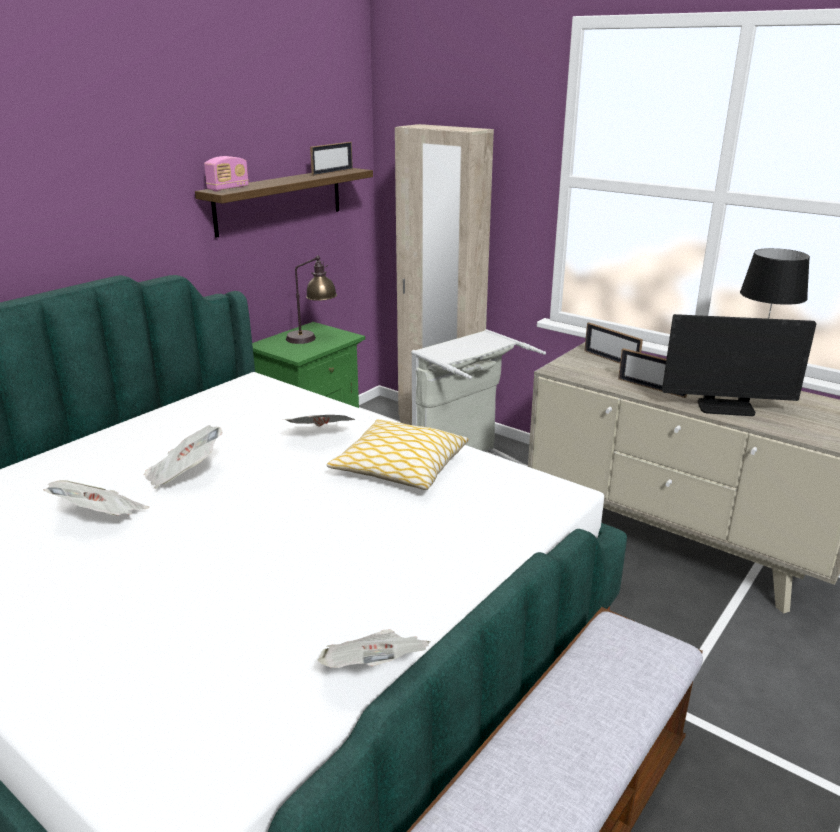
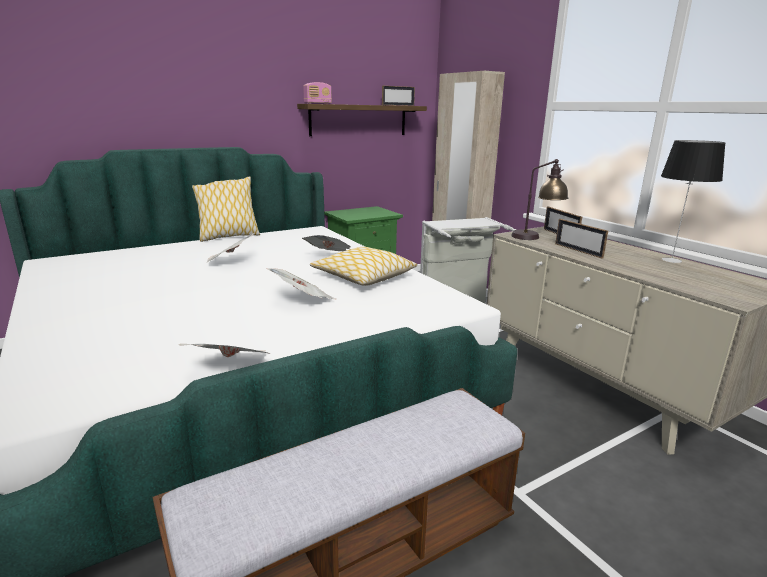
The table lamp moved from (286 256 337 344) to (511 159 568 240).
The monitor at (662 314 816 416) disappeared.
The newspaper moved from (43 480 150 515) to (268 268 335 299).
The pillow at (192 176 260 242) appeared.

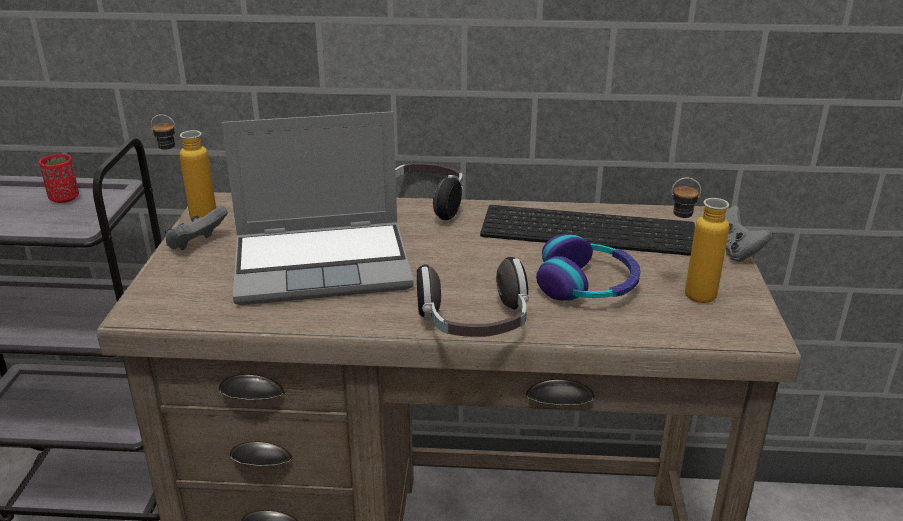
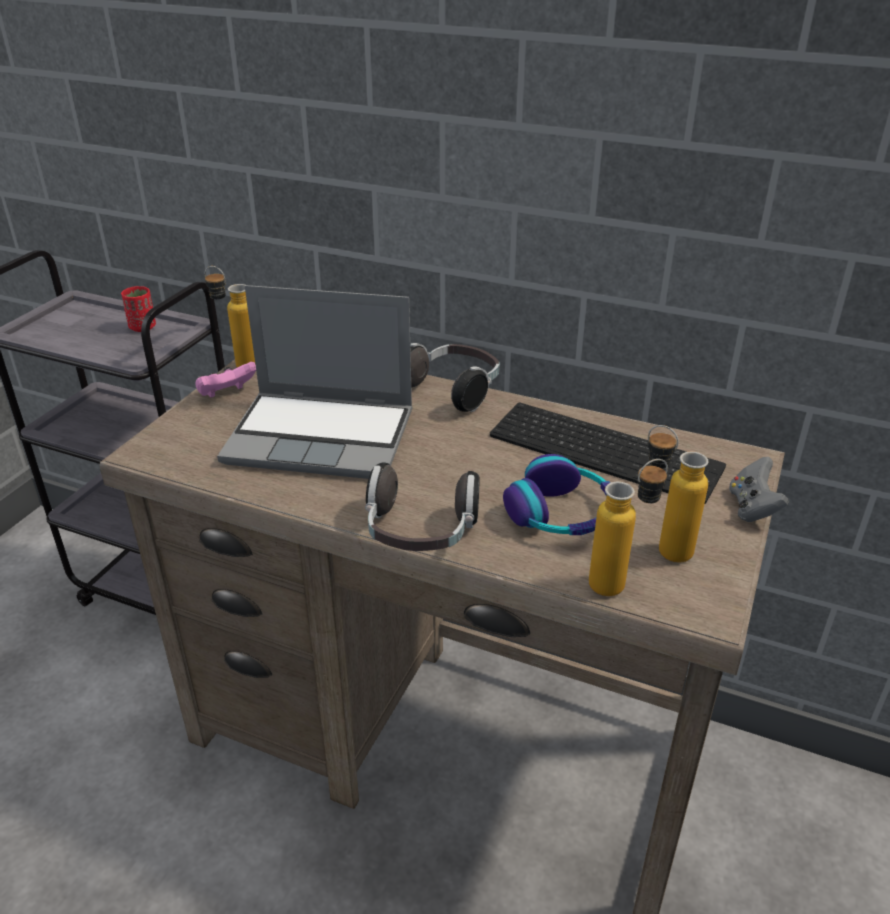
The grey game controller at (165 206 228 250) became the pink game controller at (195 362 256 398).
The bottle at (589 459 668 596) appeared.

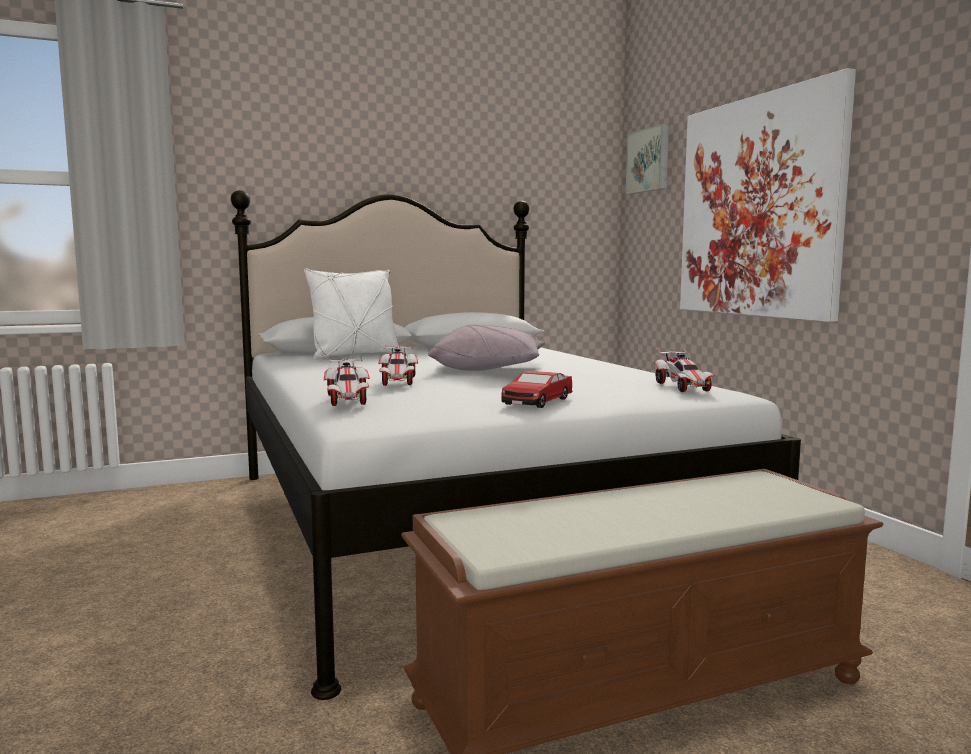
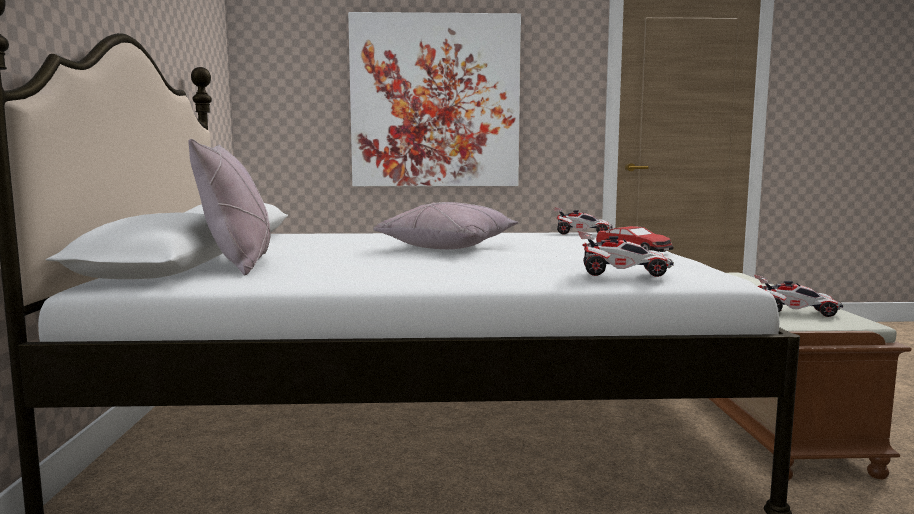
The picture at (626 124 669 194) disappeared.
The white pillow at (304 268 402 360) became the purple pillow at (188 139 271 275).
The toy car moved from (378 343 418 386) to (754 275 843 317).

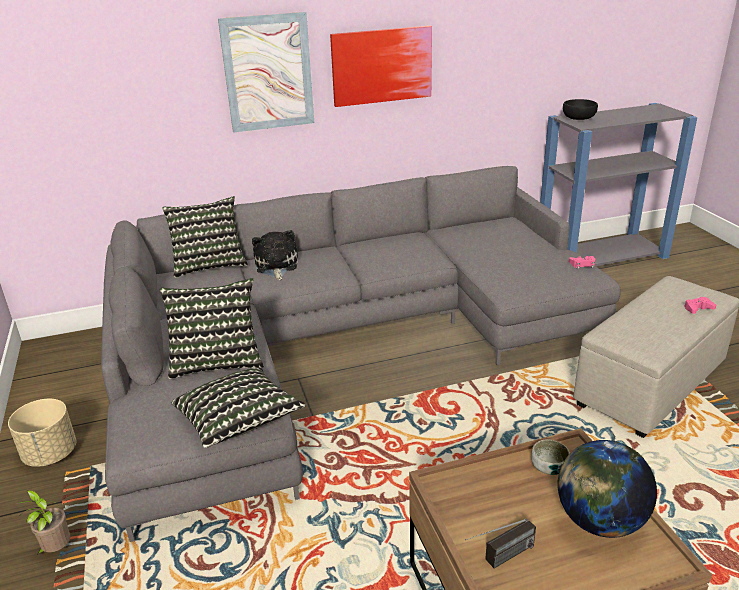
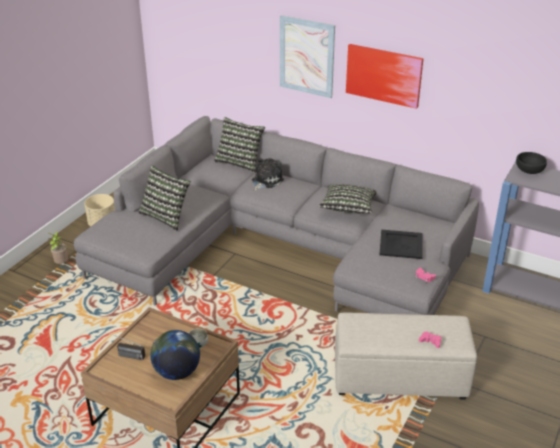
The pillow moved from (172 367 306 448) to (319 184 377 213).
The black tray at (379 230 423 259) appeared.

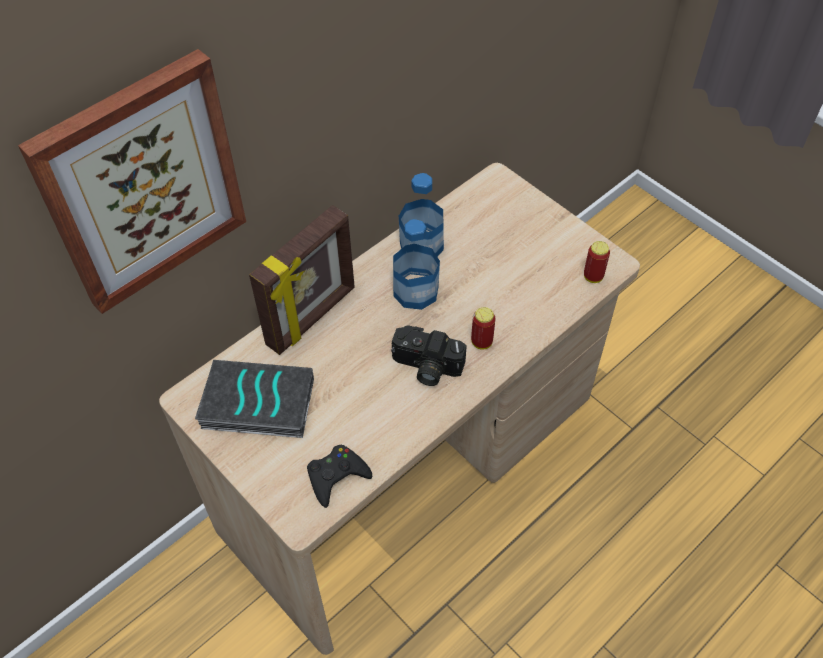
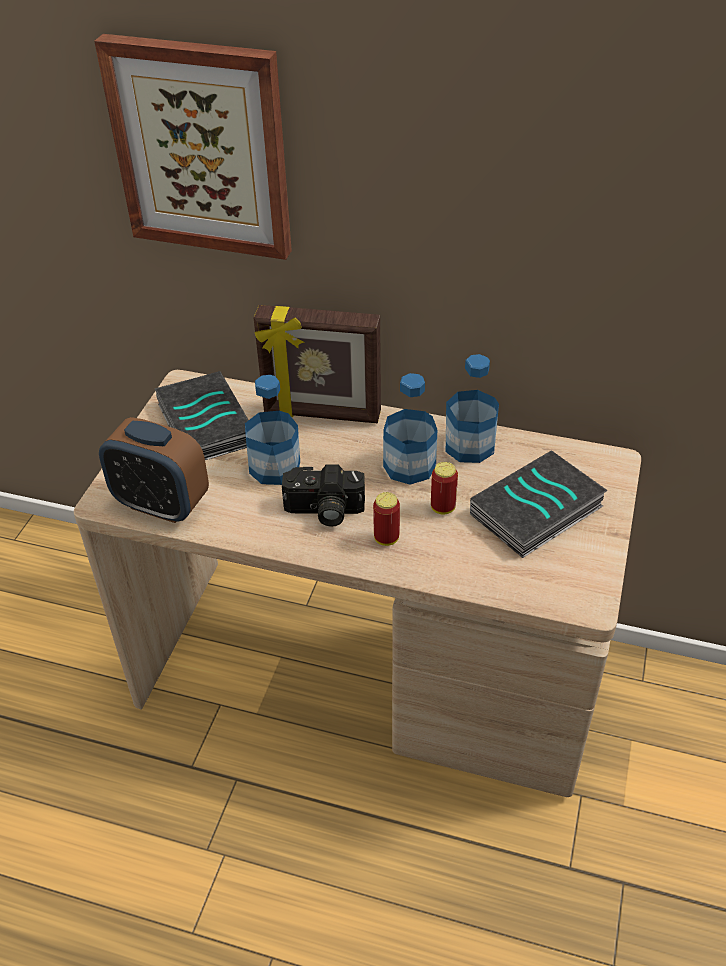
The can moved from (584 241 610 283) to (431 462 458 514).
The photo camera at (391 325 467 386) turned 75 degrees counterclockwise.
The black game controller at (307 445 372 508) was replaced by the alarm clock at (99 417 209 523).
The bottle at (245 375 300 485) appeared.
The book at (470 451 608 558) appeared.

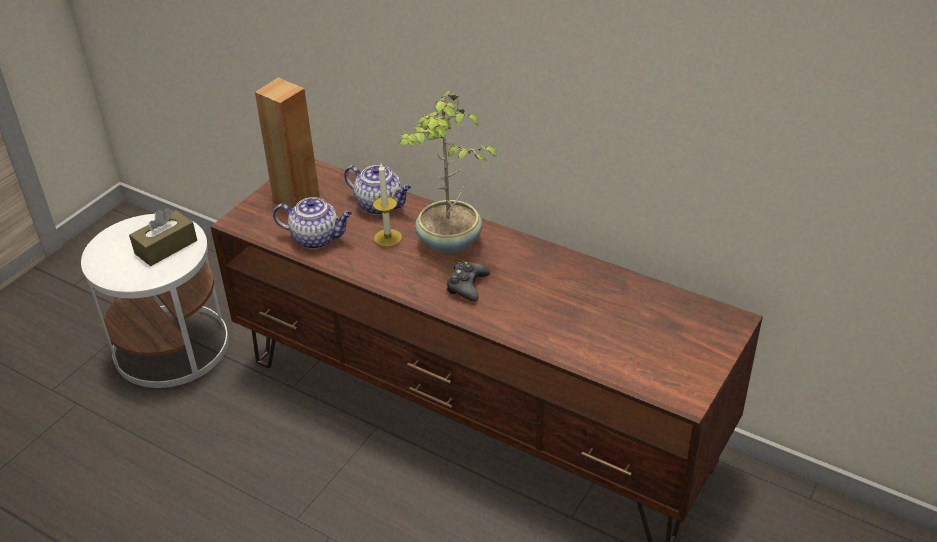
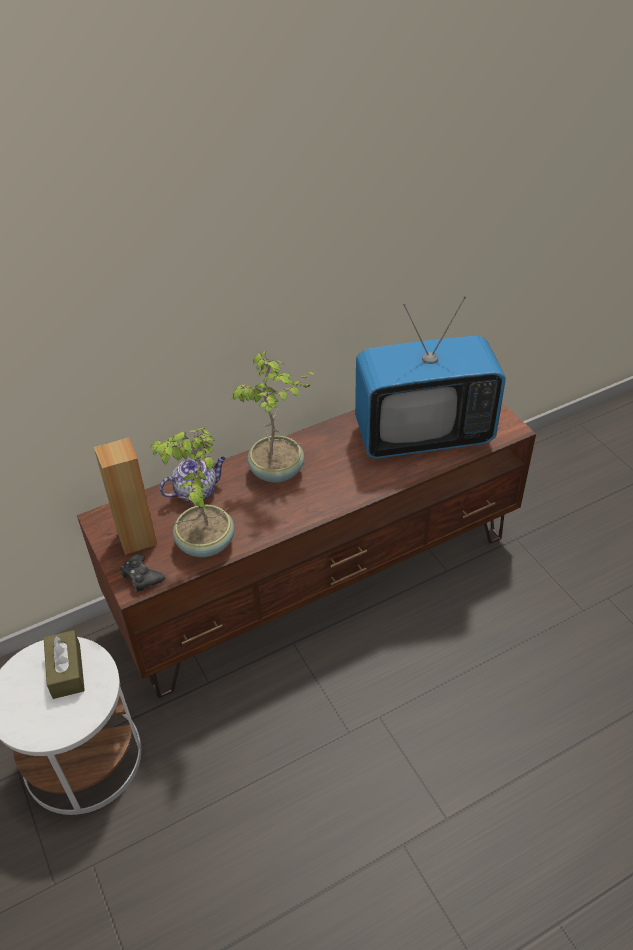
The candle at (373 164 402 247) disappeared.
The teapot at (273 197 352 249) was replaced by the potted plant at (150 428 234 557).
The black game controller moved from (446 261 490 301) to (120 553 165 592).
The television at (355 296 506 459) appeared.

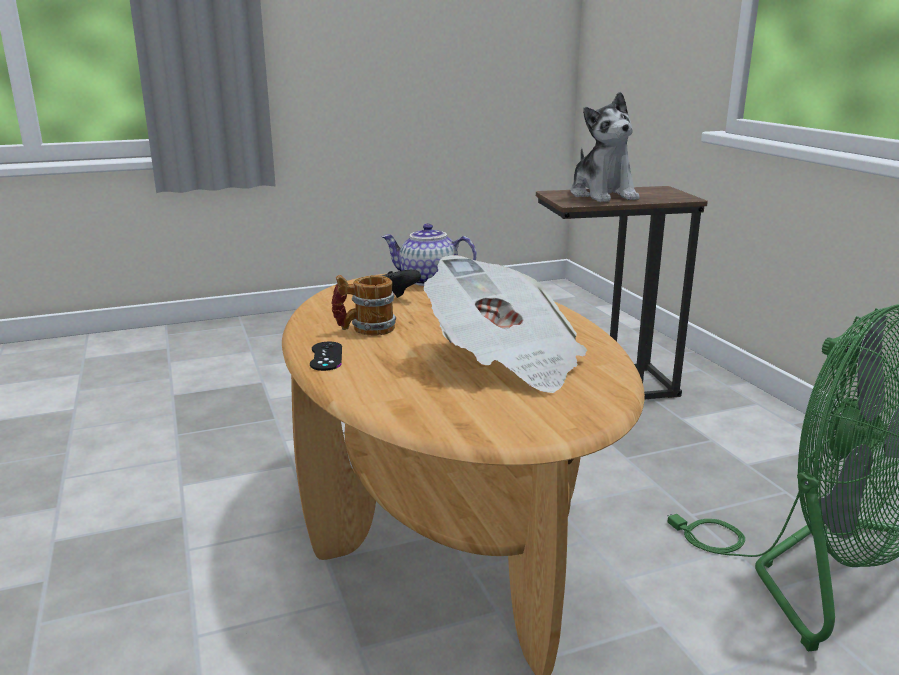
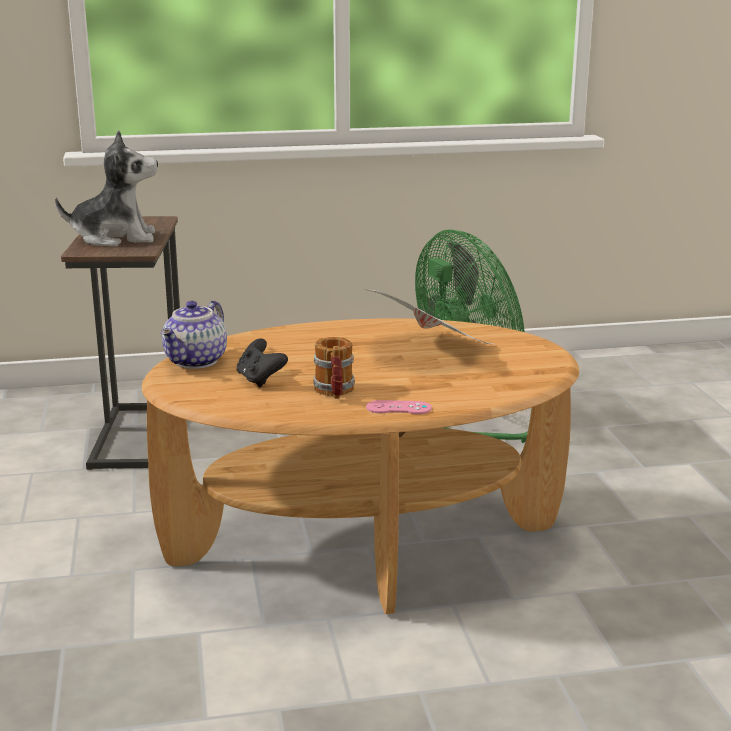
The black game controller at (310 342 342 371) became the pink game controller at (366 400 432 414).

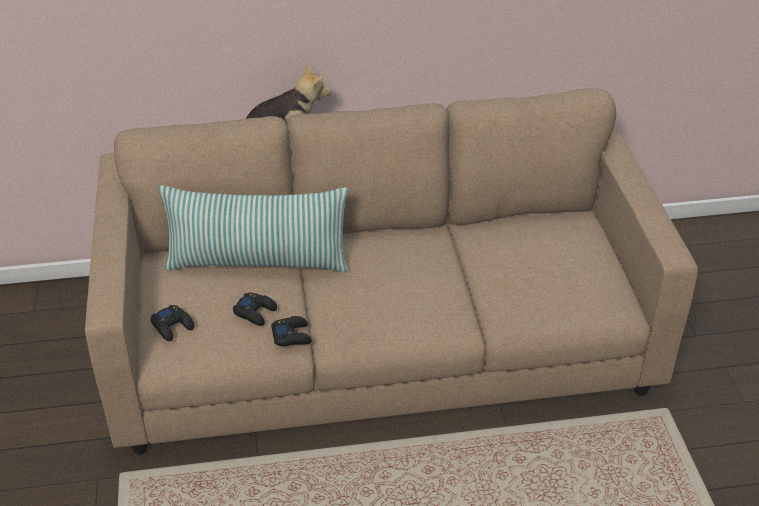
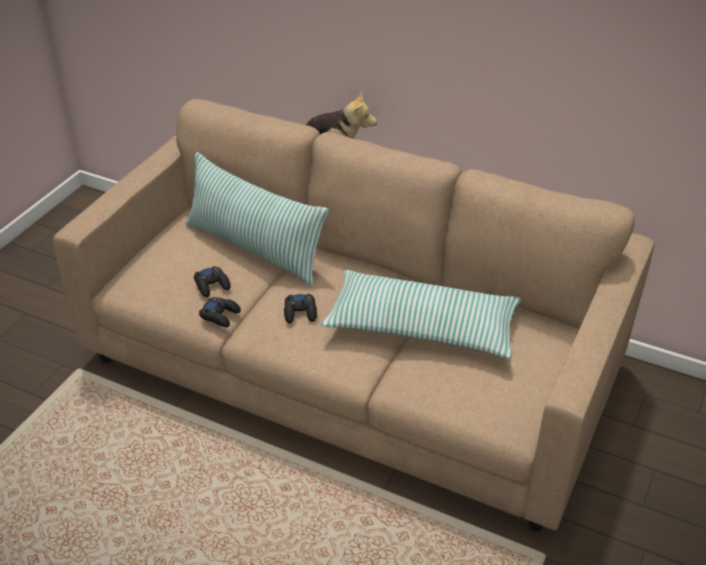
The black game controller moved from (150 305 194 341) to (284 294 317 323).
The pillow at (321 270 521 359) appeared.

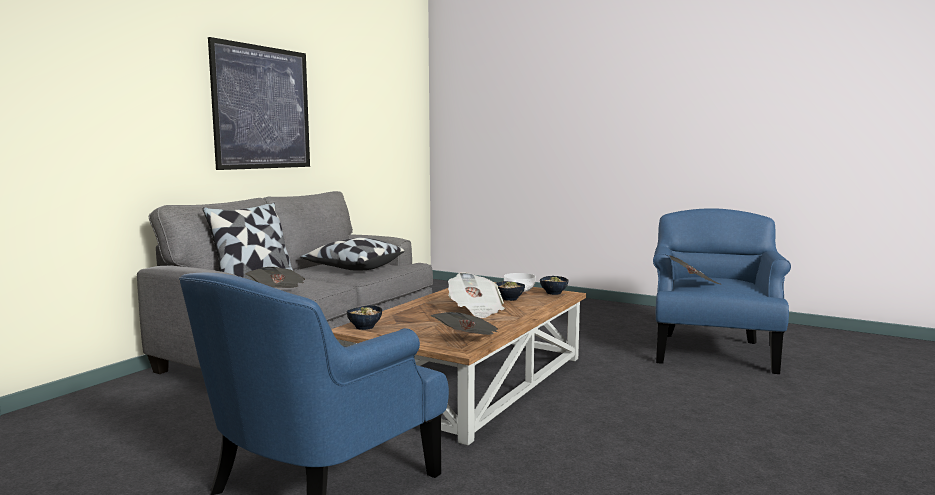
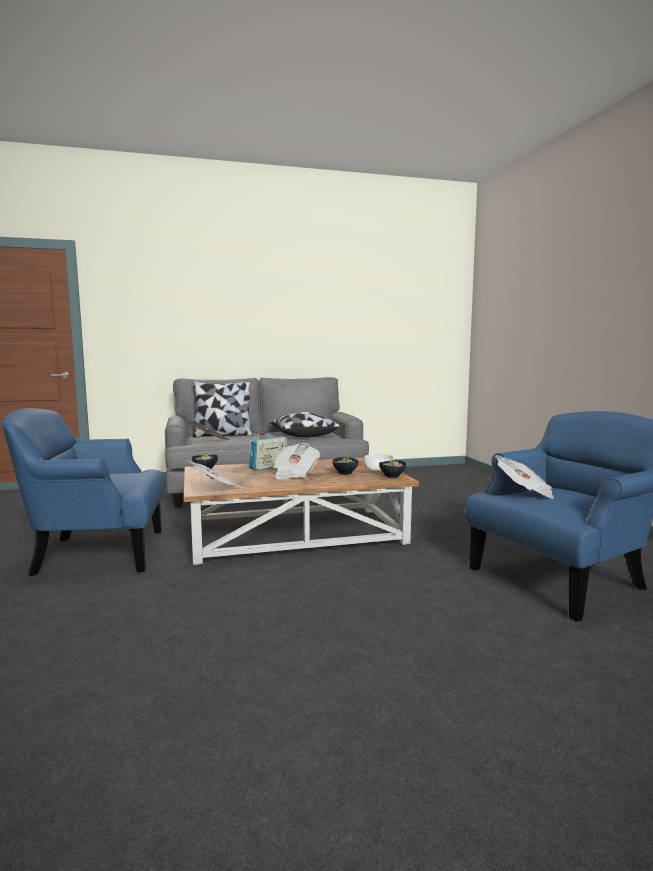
The picture at (208 37 310 170) disappeared.
The radio at (249 433 288 471) appeared.

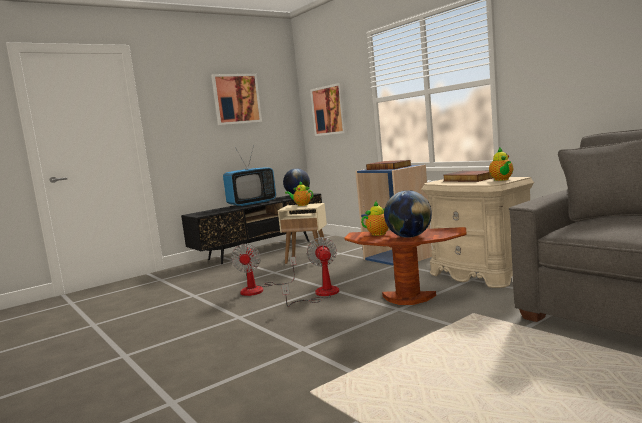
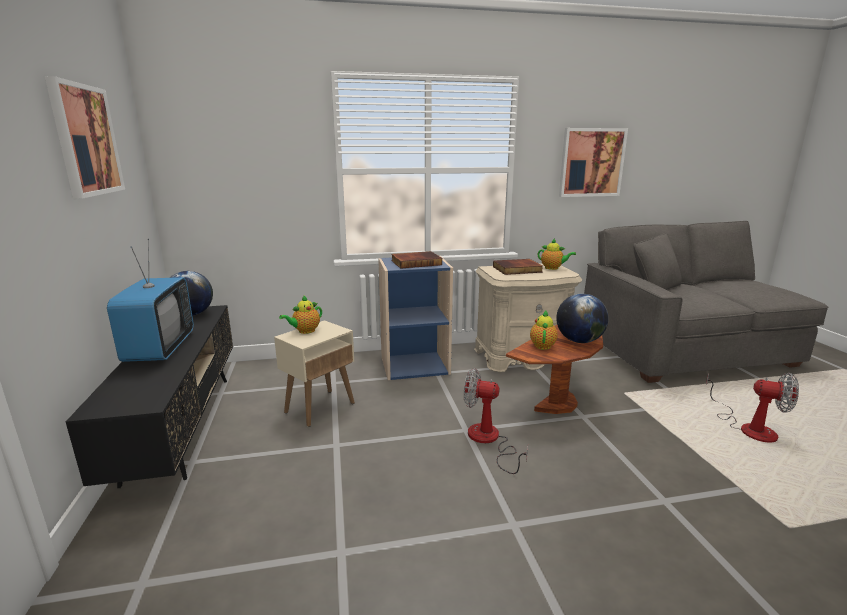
The picture moved from (310 83 347 136) to (559 128 628 197).
The fan moved from (231 244 296 296) to (706 373 799 442).

